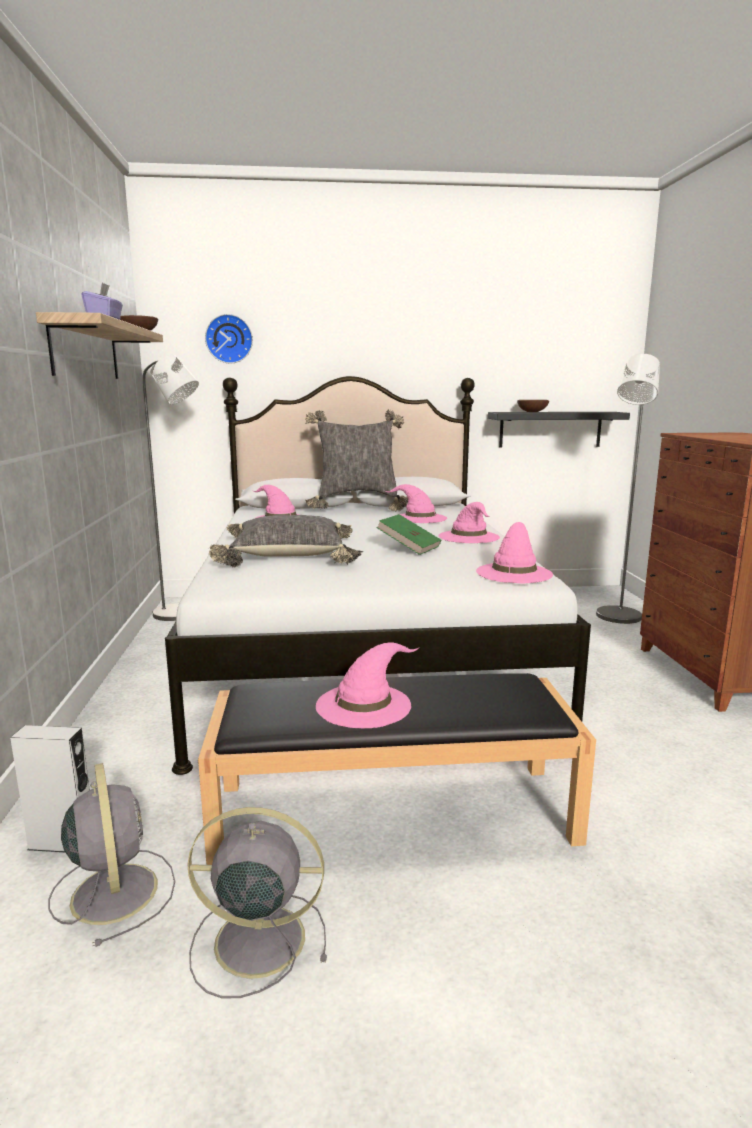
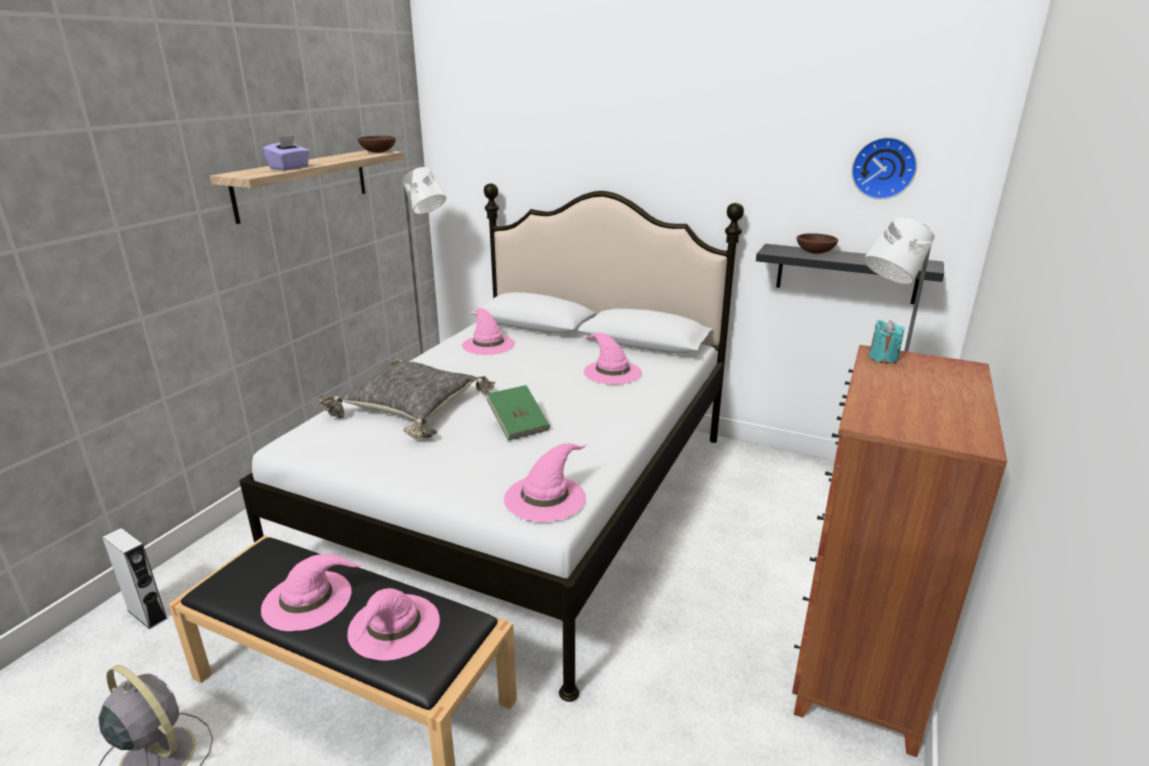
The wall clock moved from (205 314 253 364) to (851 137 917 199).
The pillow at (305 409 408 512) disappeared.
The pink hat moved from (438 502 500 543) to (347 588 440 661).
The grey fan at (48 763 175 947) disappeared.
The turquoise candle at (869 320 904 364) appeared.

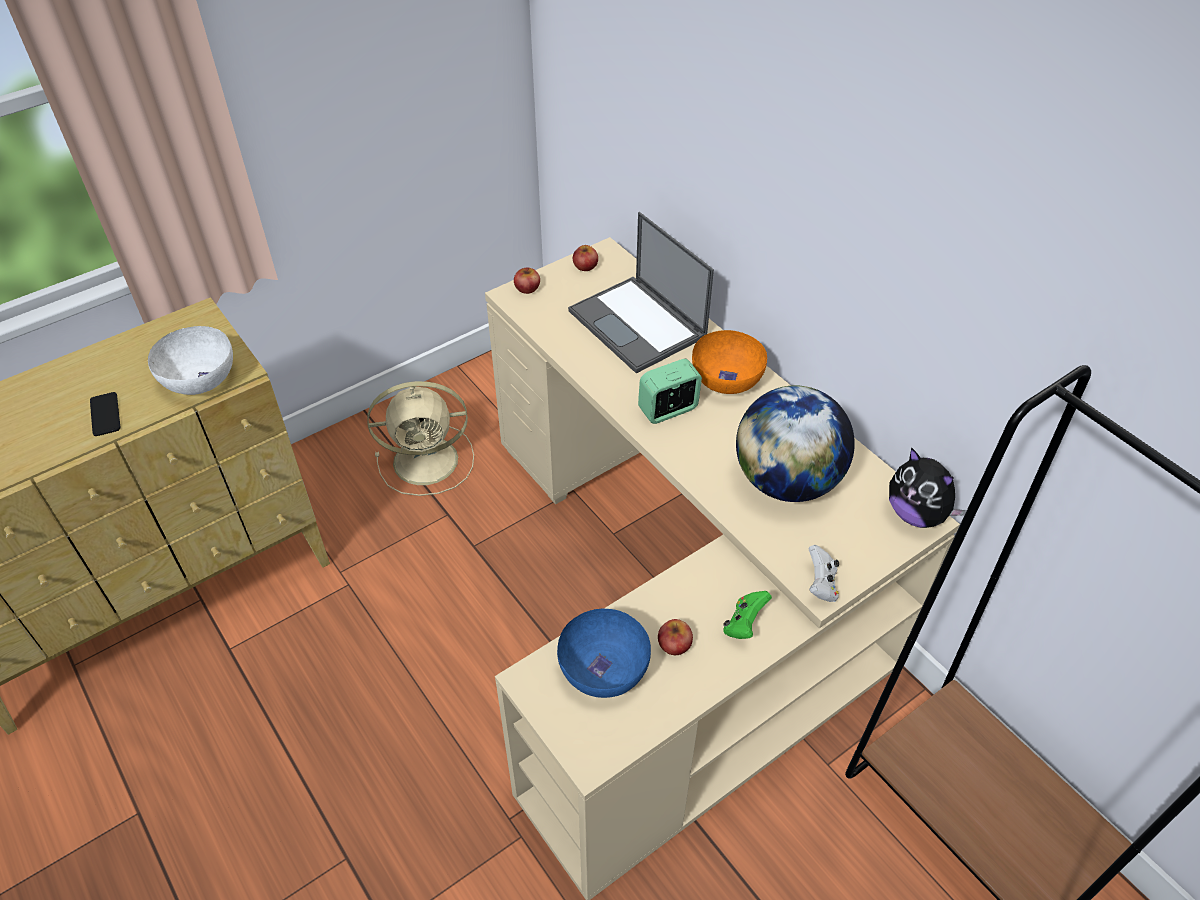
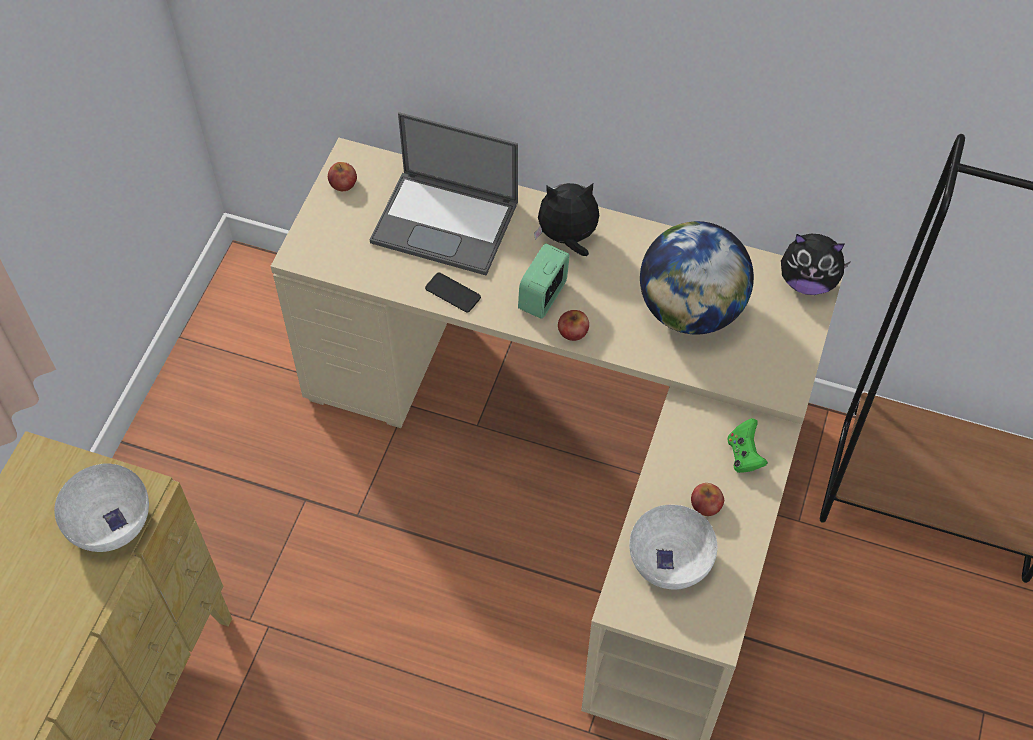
The apple moved from (514 268 540 294) to (558 310 589 341).
The orange bowl at (692 330 767 394) was replaced by the plush toy at (534 183 599 256).
The beige fan at (367 381 474 496) disappeared.
The phone moved from (90 392 120 436) to (425 272 481 313).
The white game controller at (808 545 839 602) disappeared.
The blue bowl at (557 608 651 698) became the white bowl at (629 505 717 589).

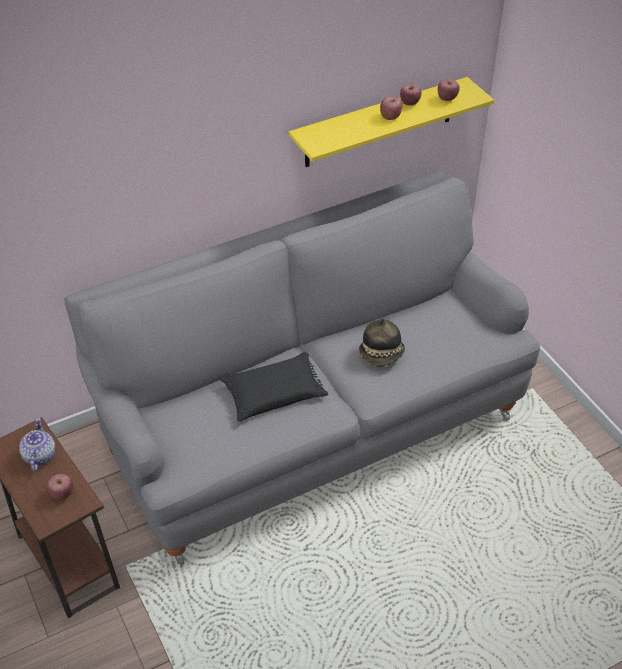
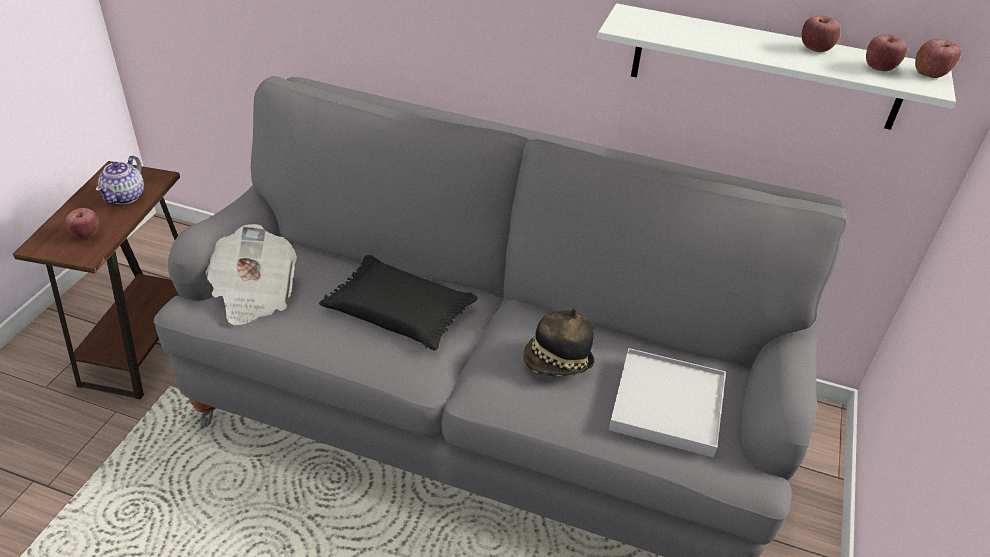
The yellow shelf at (289 77 494 167) became the white shelf at (597 3 956 130).
The apple moved from (380 96 402 120) to (915 39 961 78).
The teapot at (19 418 55 471) turned 150 degrees clockwise.
The newspaper at (206 224 297 326) appeared.
The white tray at (609 348 726 457) appeared.

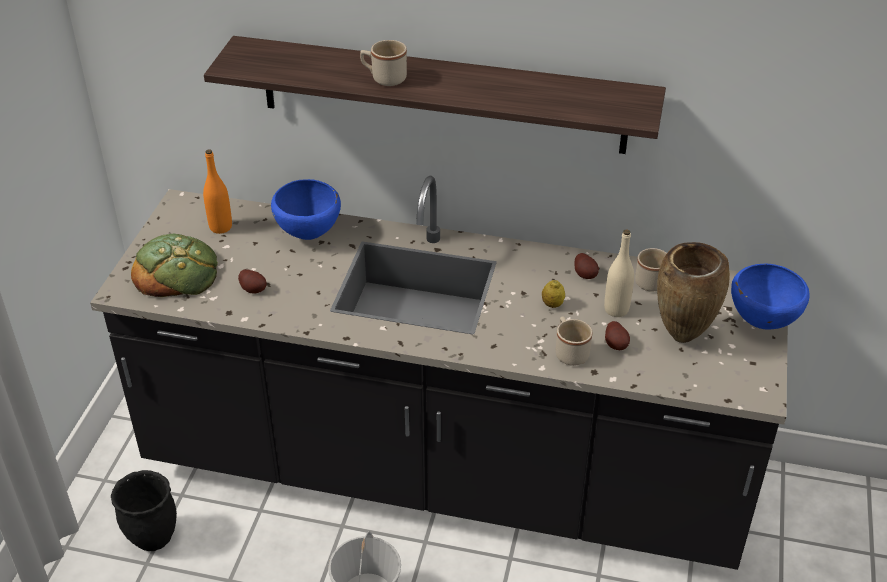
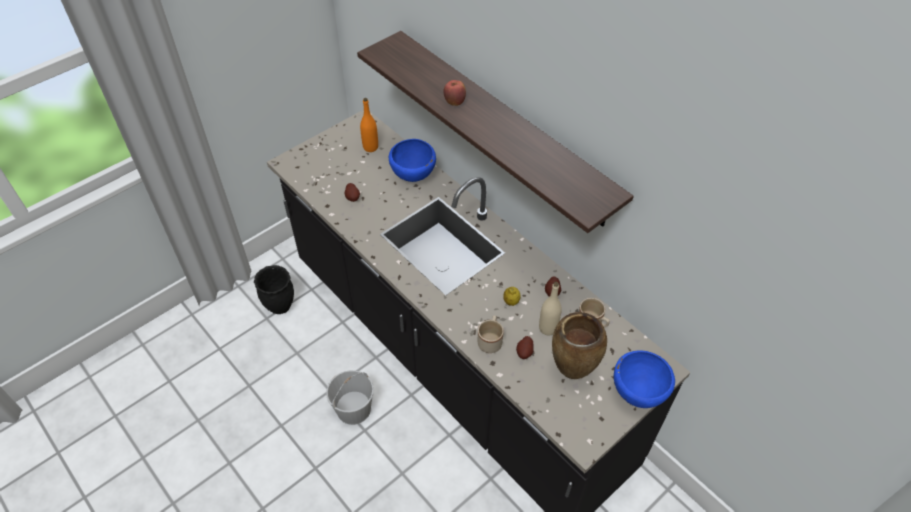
The beige mug at (360 40 407 86) was replaced by the apple at (443 80 466 106).
The bread at (131 234 218 297) disappeared.

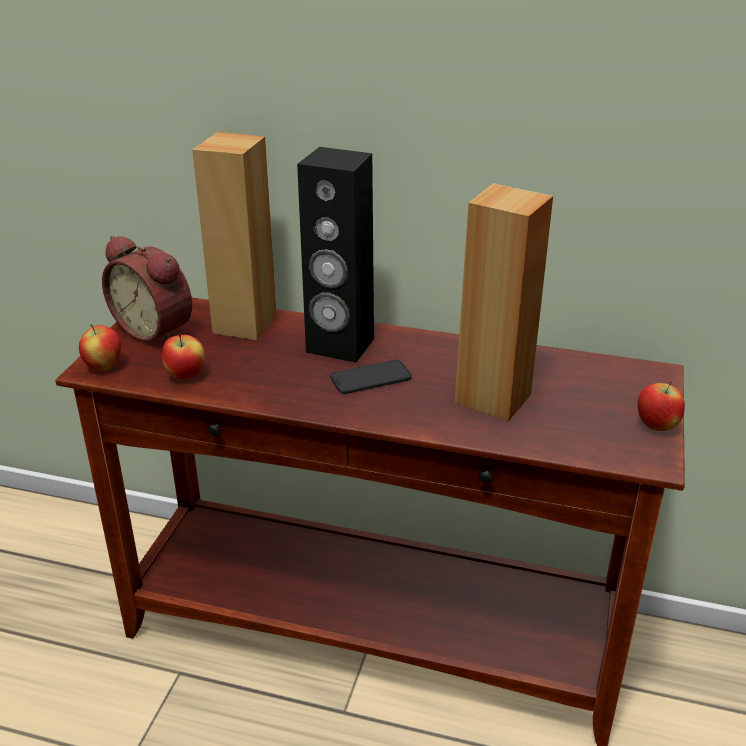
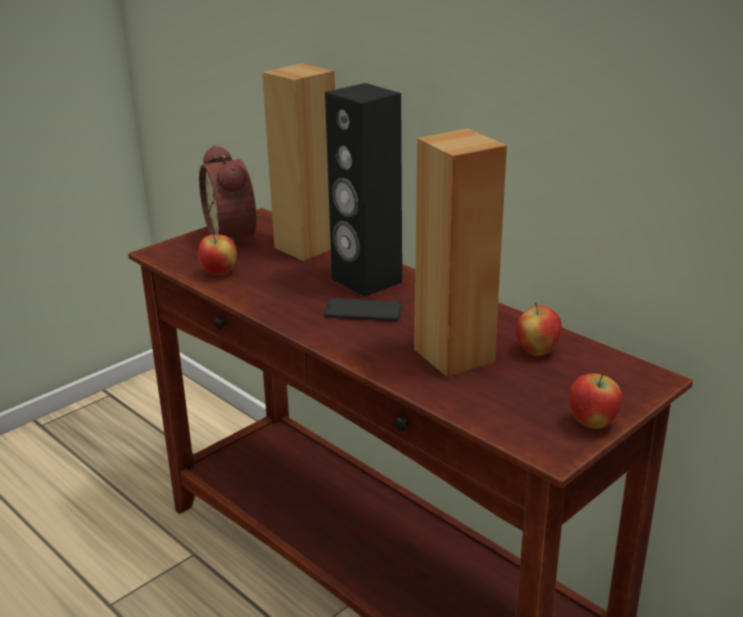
The apple moved from (79 324 121 371) to (516 303 562 356).

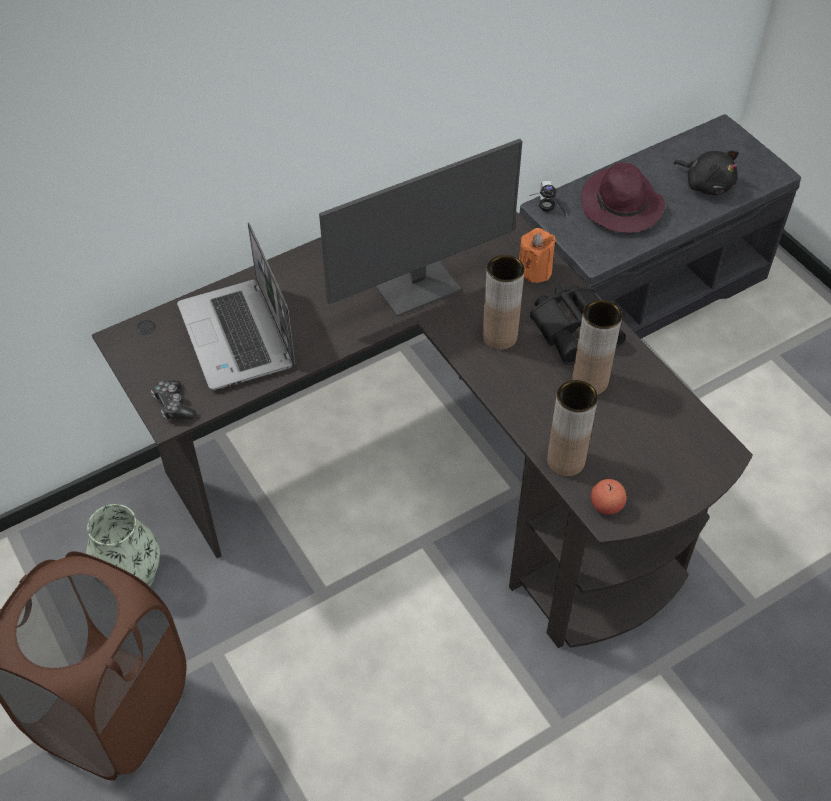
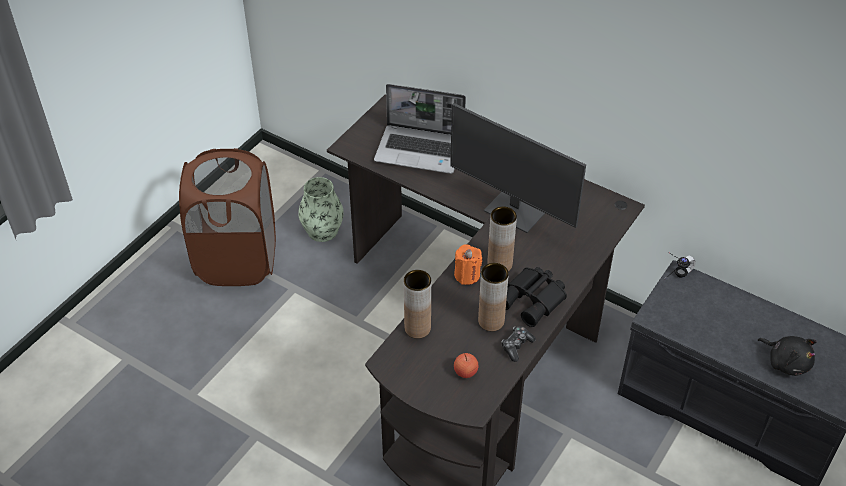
The black plush toy at (674 150 739 195) turned 60 degrees counterclockwise.
The purple hat at (581 162 665 233) disappeared.
The laptop at (177 222 295 390) turned 120 degrees counterclockwise.
The orange candle moved from (519 228 556 283) to (454 245 482 285).
The game controller moved from (151 380 197 420) to (501 326 536 362).
The apple moved from (591 479 627 515) to (454 353 479 378).

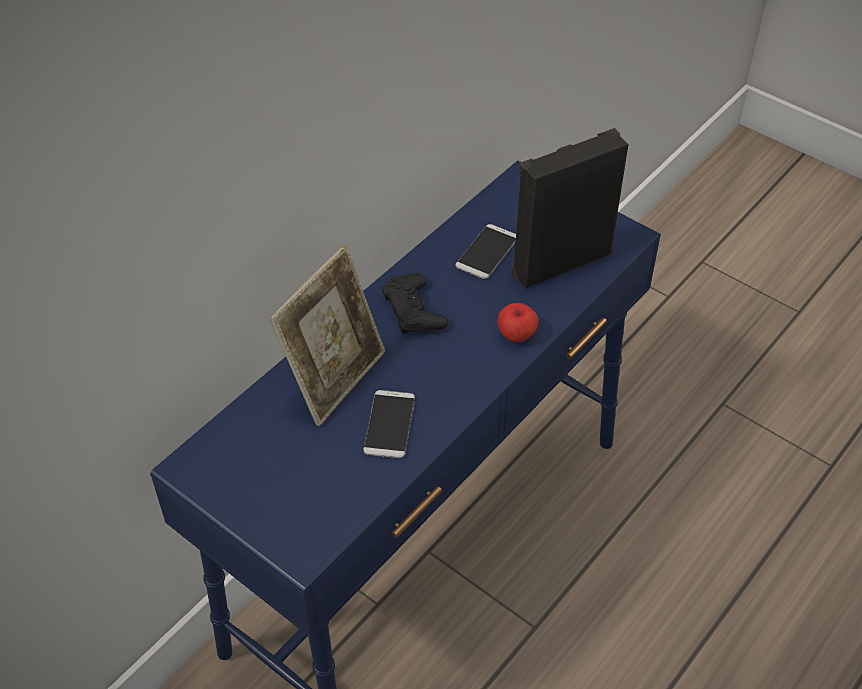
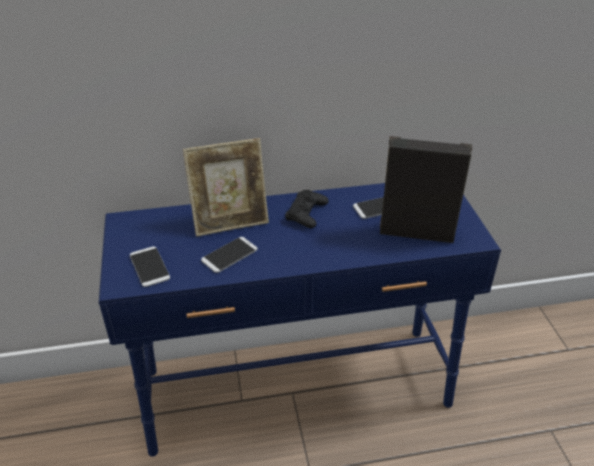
The apple at (498 303 539 342) disappeared.
The phone at (130 246 170 287) appeared.

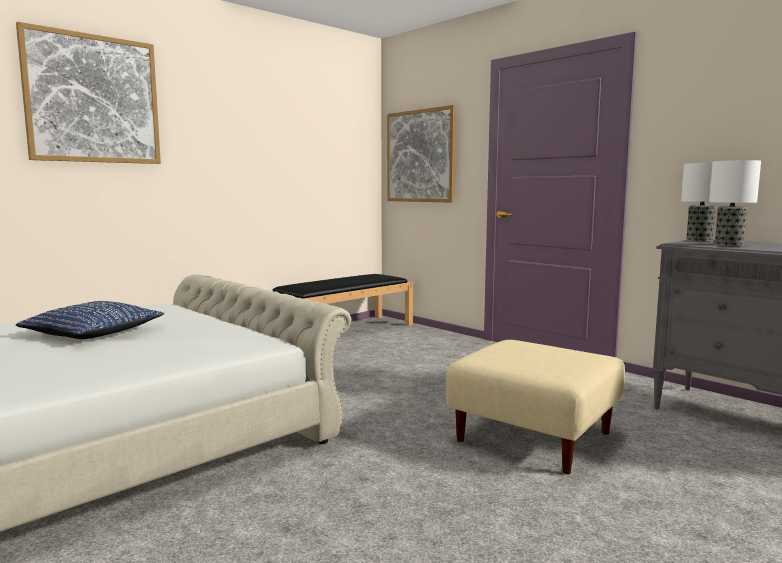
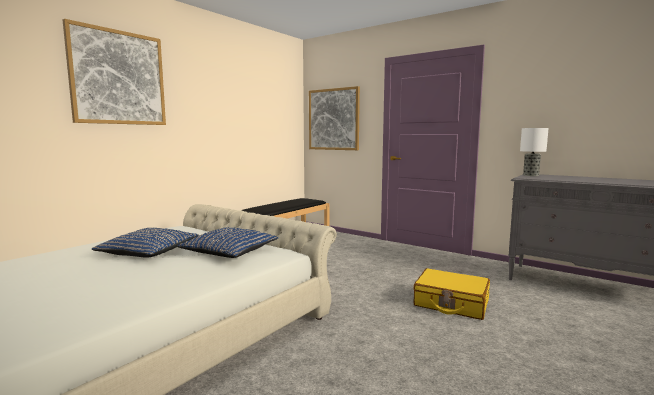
The table lamp at (709 160 761 246) disappeared.
The beige ottoman at (446 340 625 474) was replaced by the yellow suitcase at (413 268 490 320).
The blue pillow at (177 227 279 258) appeared.

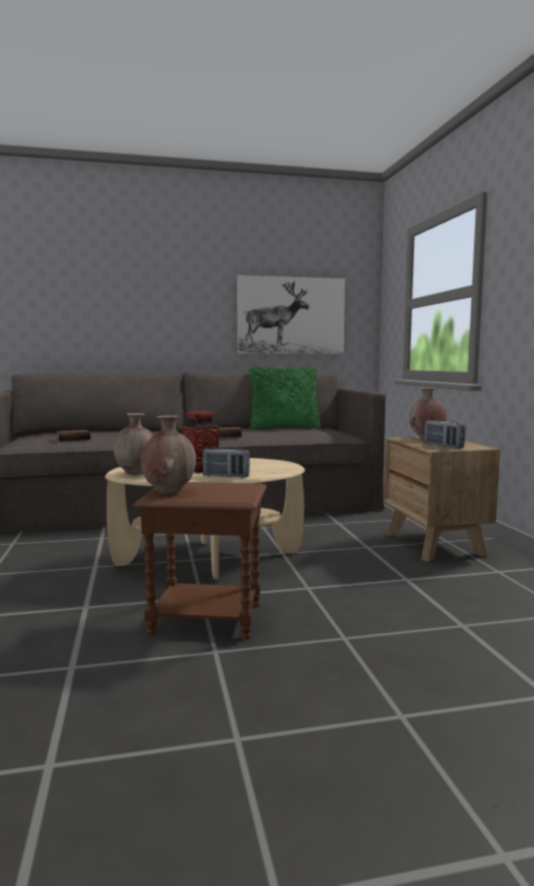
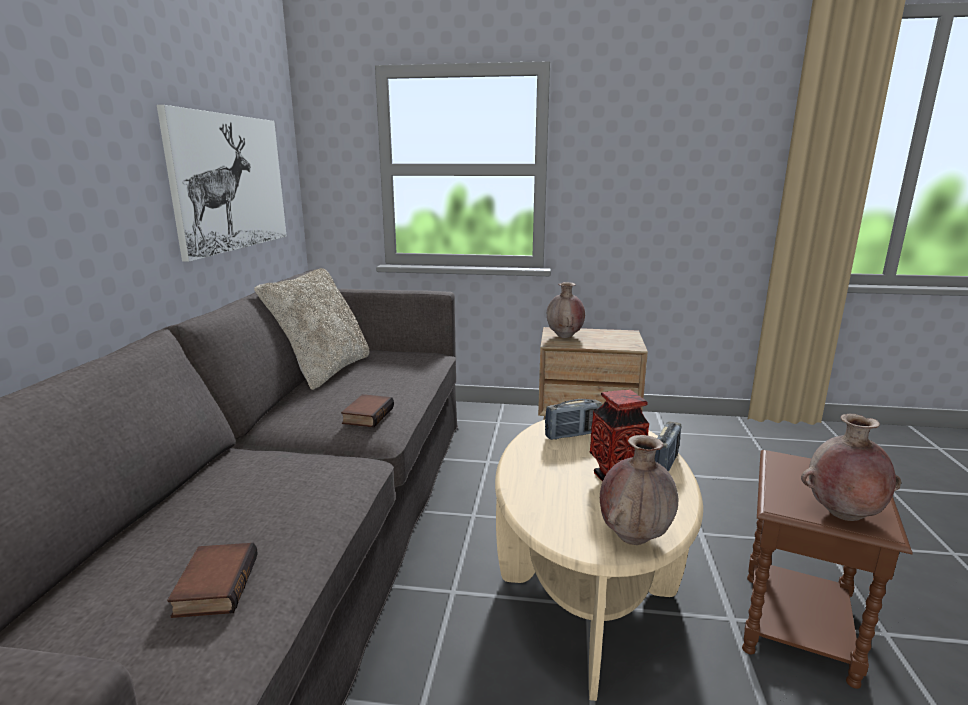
The green pillow at (249 366 321 429) became the beige pillow at (254 268 369 390).
The radio moved from (424 419 466 448) to (545 399 602 440).

